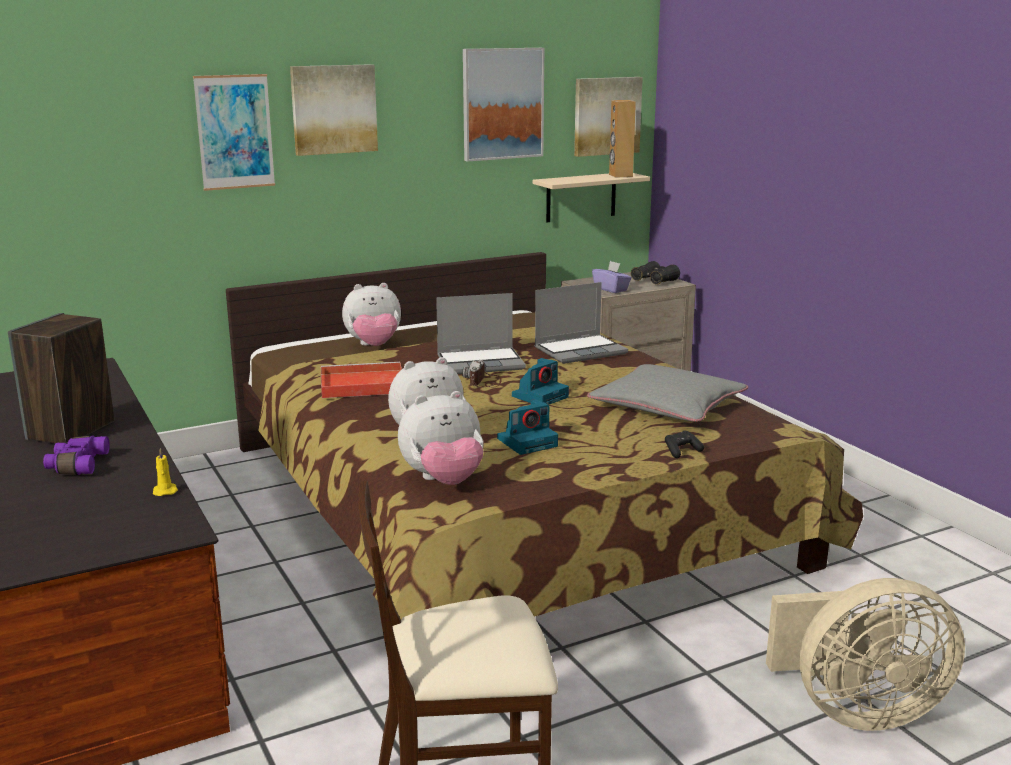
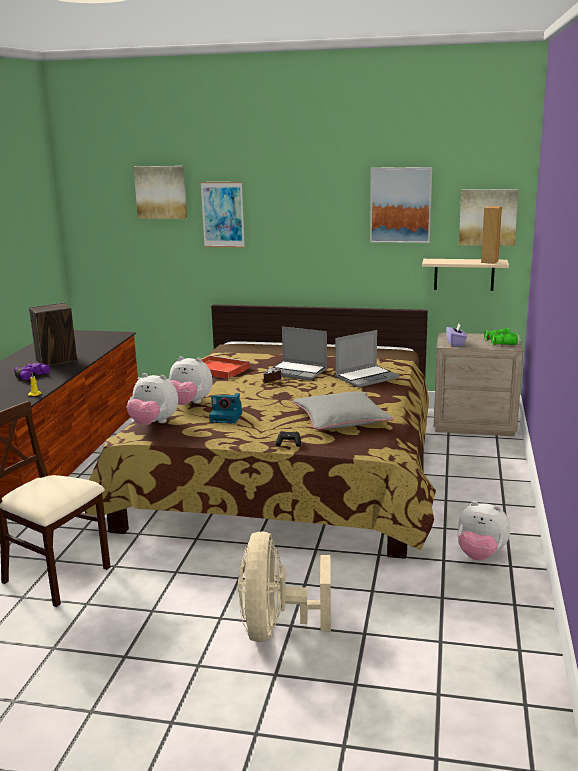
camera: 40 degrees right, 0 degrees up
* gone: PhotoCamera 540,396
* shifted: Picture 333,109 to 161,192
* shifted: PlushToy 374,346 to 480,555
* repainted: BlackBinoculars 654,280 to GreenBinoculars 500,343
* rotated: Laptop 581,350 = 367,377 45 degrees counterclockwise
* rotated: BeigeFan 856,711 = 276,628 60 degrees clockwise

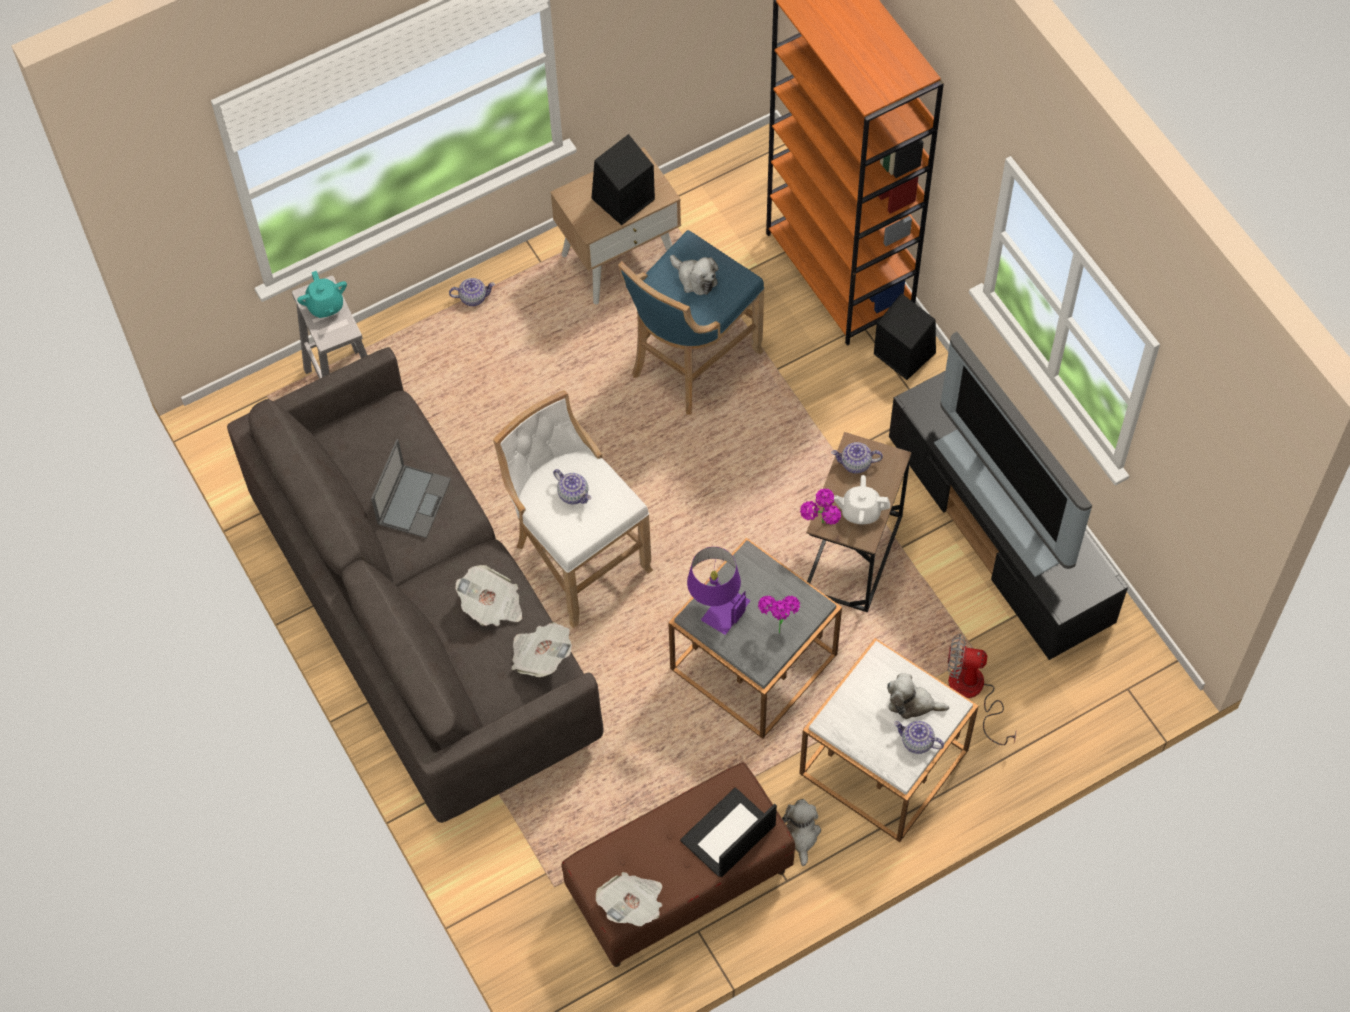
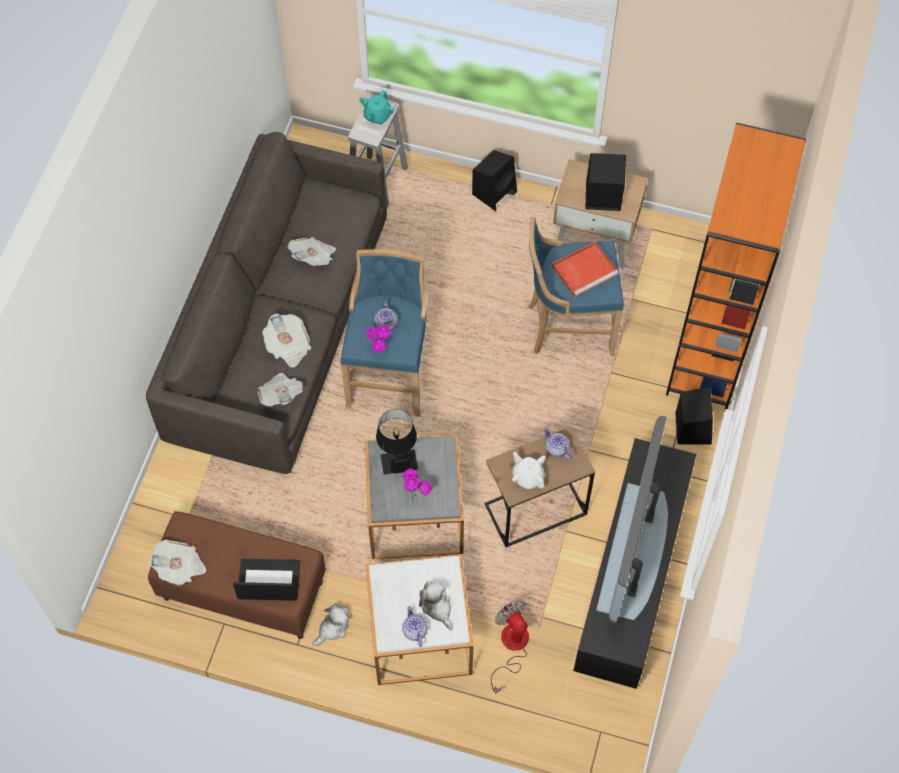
camera: 45 degrees right, 0 degrees up
* shifted: PottedPlant 821,529 to 380,354
* swapped: Laptop 414,500 to Newspaper 314,257
* swapped: Teapot 473,297 to BlackSpeaker 495,192
* swapped: PlushToy 695,278 to RedTray 585,269
* repainted: WhiteStool 577,558 to BlueStool 389,374
* repainted: PurpleTableLamp 716,605 to BlackTableLamp 397,454

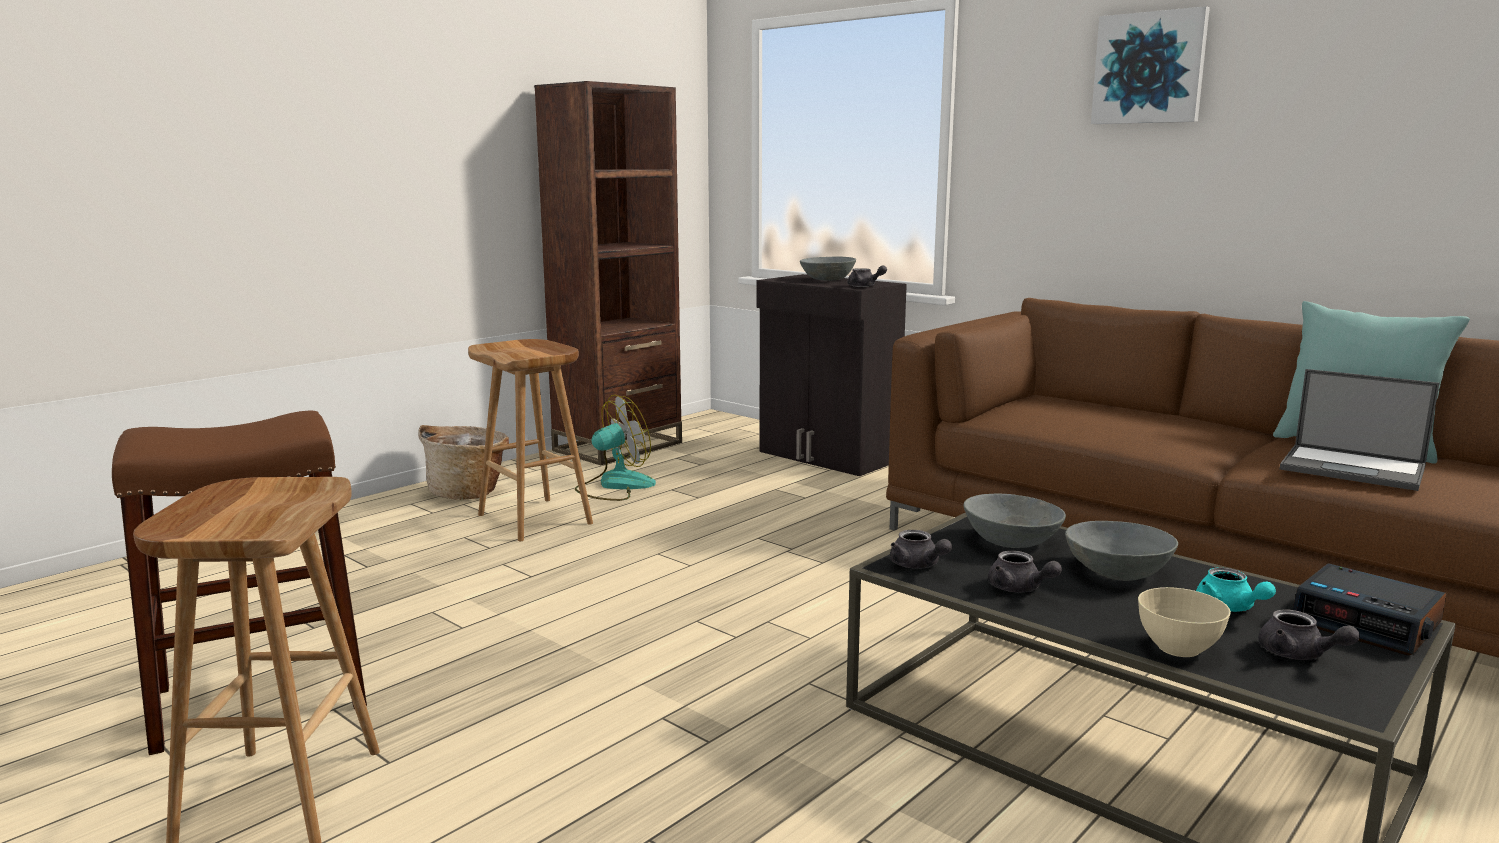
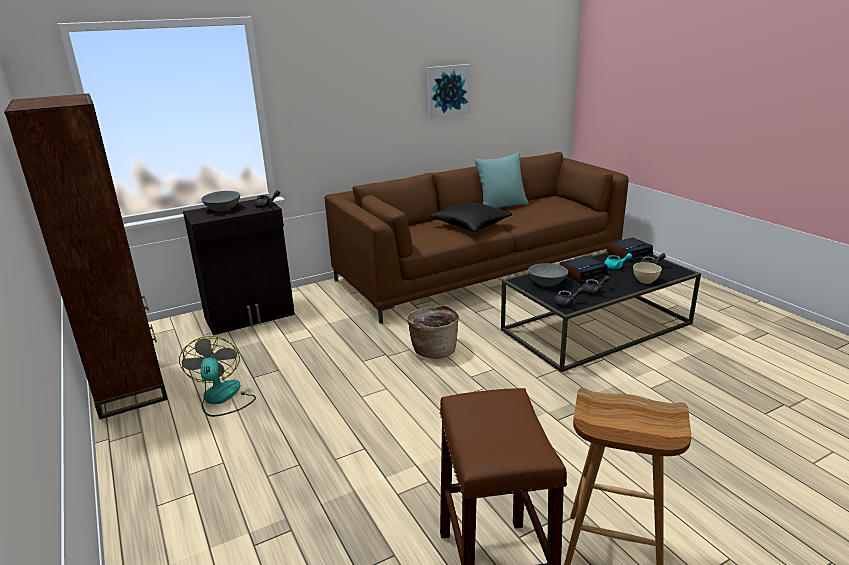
camera: 70 degrees left, 10 degrees up
* gone: BrownStool 536,519
* gone: Laptop 1354,468
* new: BlackPillow 471,226
* shifted: Basket 468,493 to 434,350
* shifted: Picture 1149,68 to 448,90
* swapped: GreyBowl 1119,572 to AlarmClock 583,273

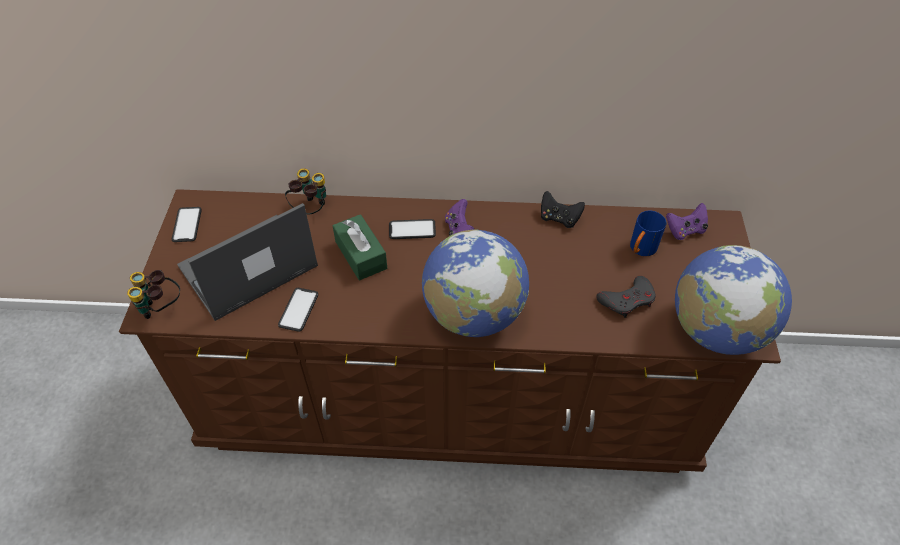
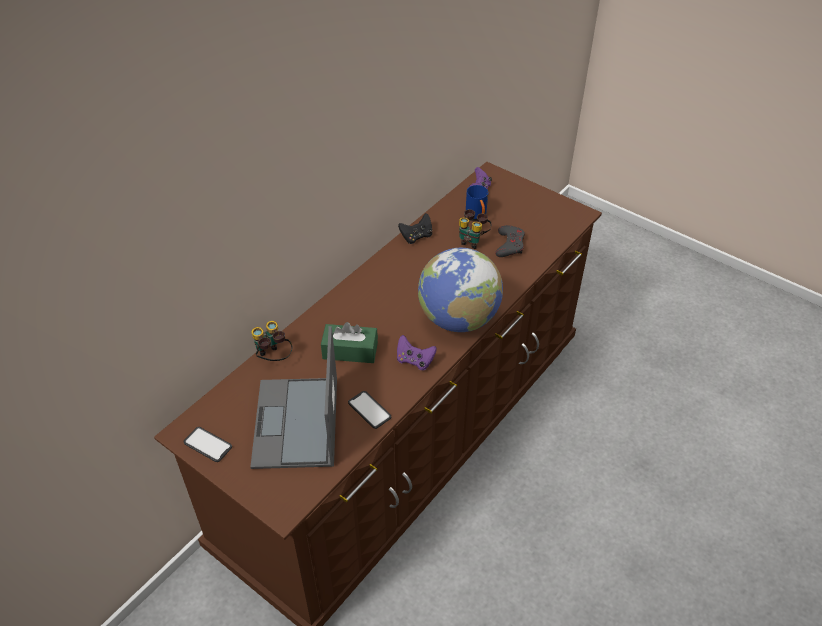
camera: 55 degrees left, 5 degrees down
* gone: Phone 412,230
* gone: Globe 716,330
* shifted: Binoculars 161,308 to 472,240
* shifted: PurpleGameController 458,230 to 414,361

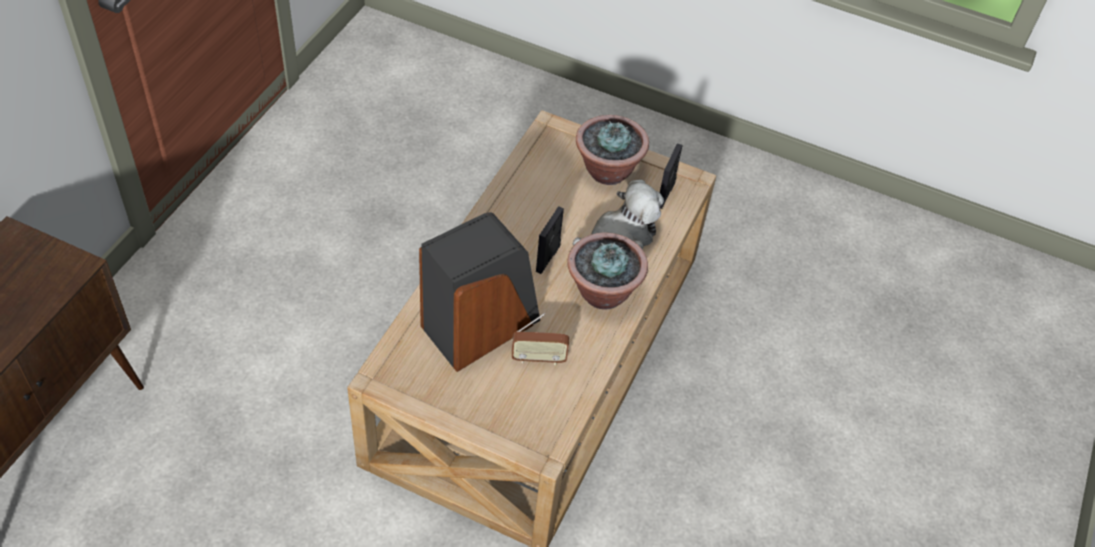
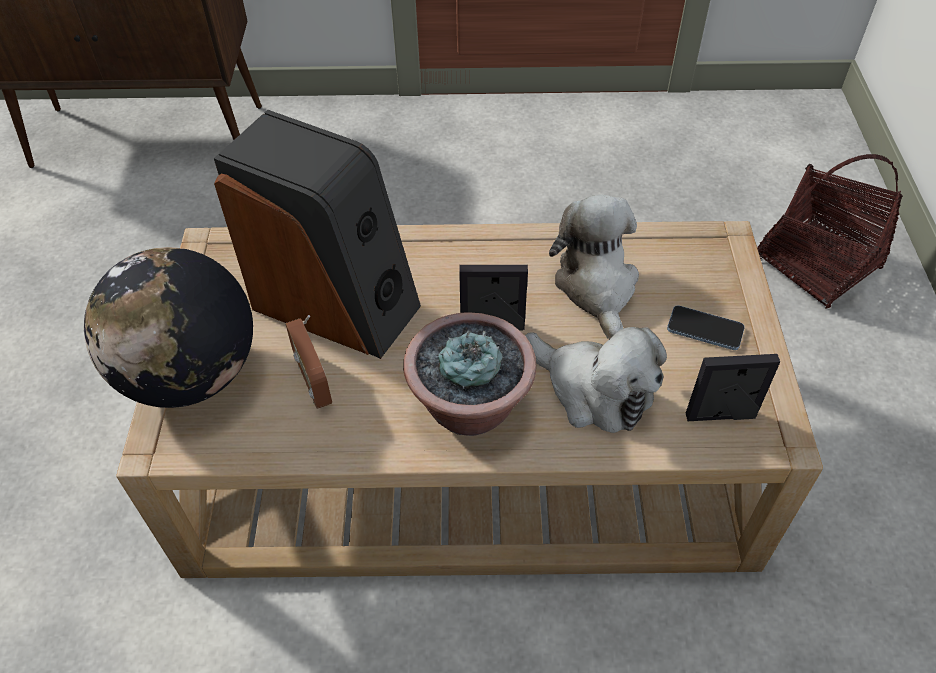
camera: 70 degrees right, 0 degrees up
* new: Globe 190,375
* new: PlushToy 597,287
* new: Basket 817,264
* swapped: PottedPlant 607,170 to Phone 705,329

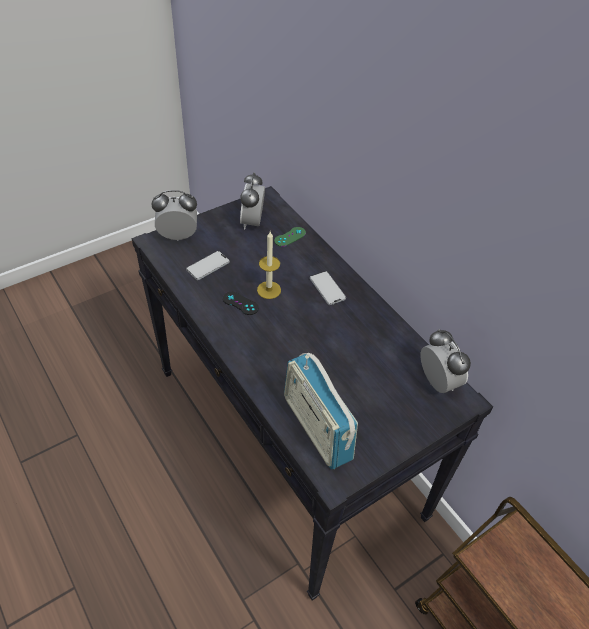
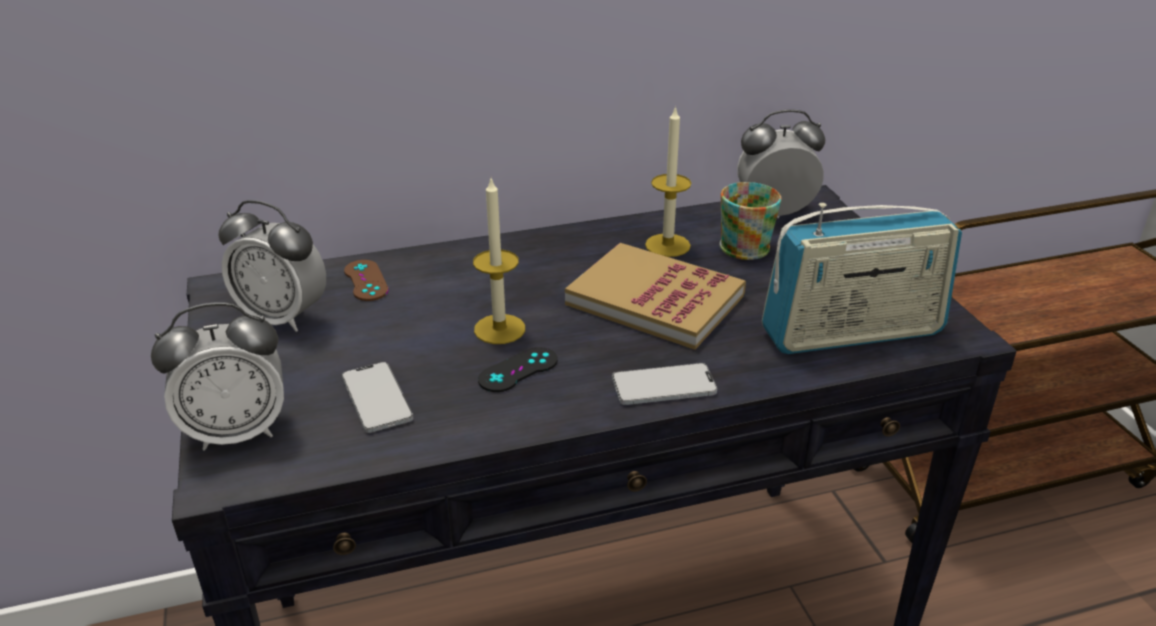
camera: 70 degrees left, 15 degrees down
* new: Book 655,300
* new: Candle 667,245
* new: Mug 741,244
* shifted: Phone 327,288 to 664,386
* repainted: GreenGameController 290,237 to BrownGameController 366,280
* rotated: AlarmClock 178,236 = 237,432 120 degrees counterclockwise

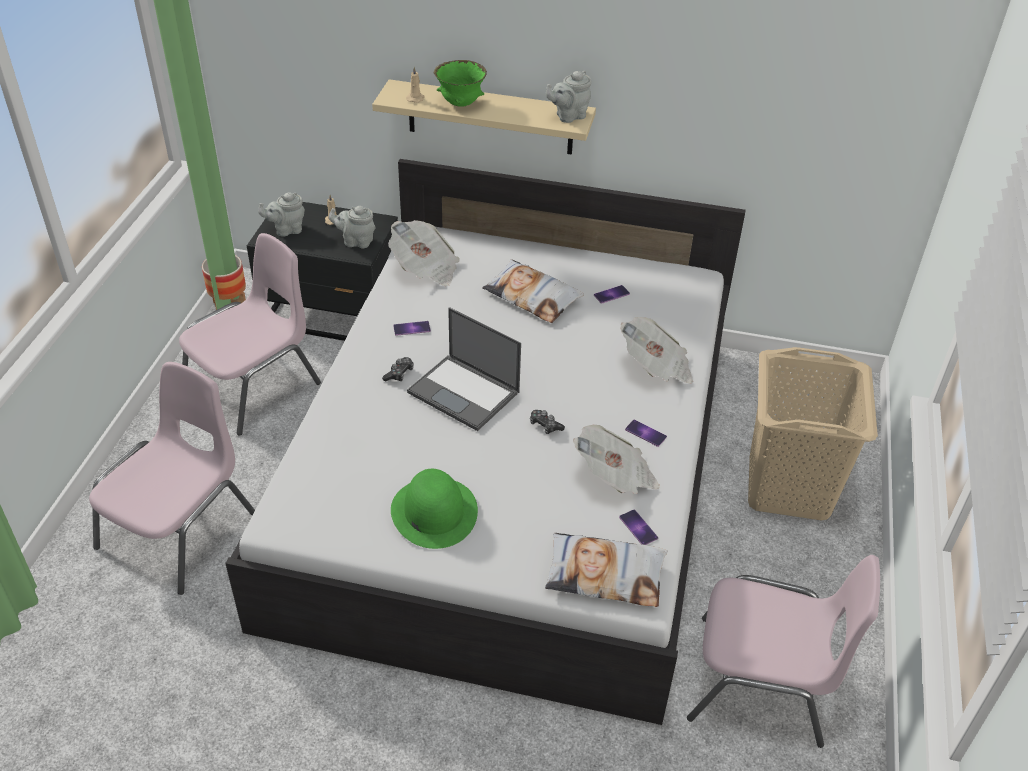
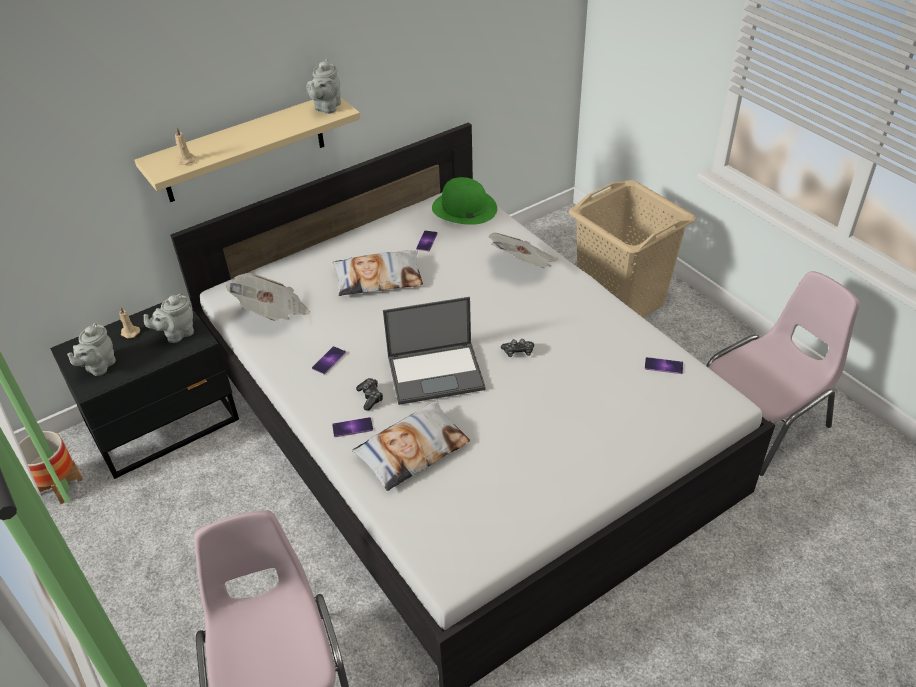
camera: 45 degrees left, 0 degrees up
* gone: PinkChair 254,385
* gone: GreenBowl 460,103
* gone: Newspaper 615,477
* shifted: GreenHat 434,511 to 464,208
* shifted: Pillow 605,574 to 412,450
* shifted: Phone 645,433 to 352,427

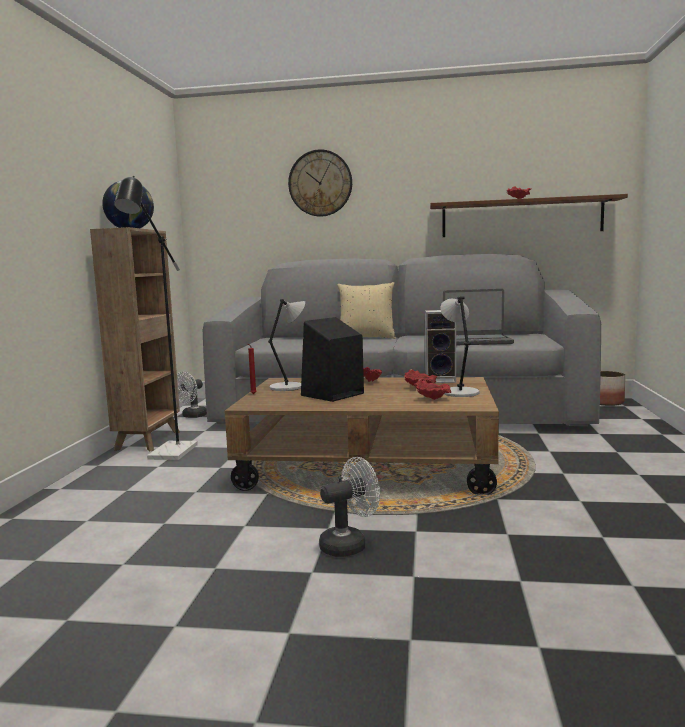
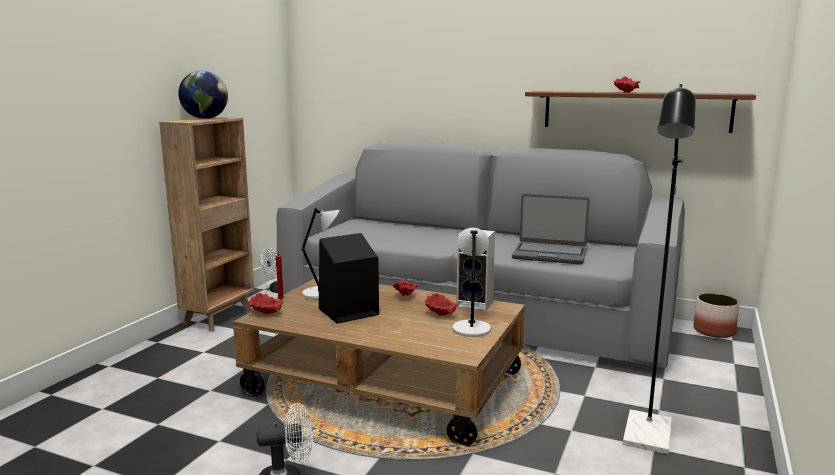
camera: 15 degrees right, 5 degrees up
* gone: WallClock 320,183
* gone: BeigePillow 366,338
* shifted: BlackFloorLamp 169,455 to 647,440
* shifted: RedBowl 432,399 to 266,314

